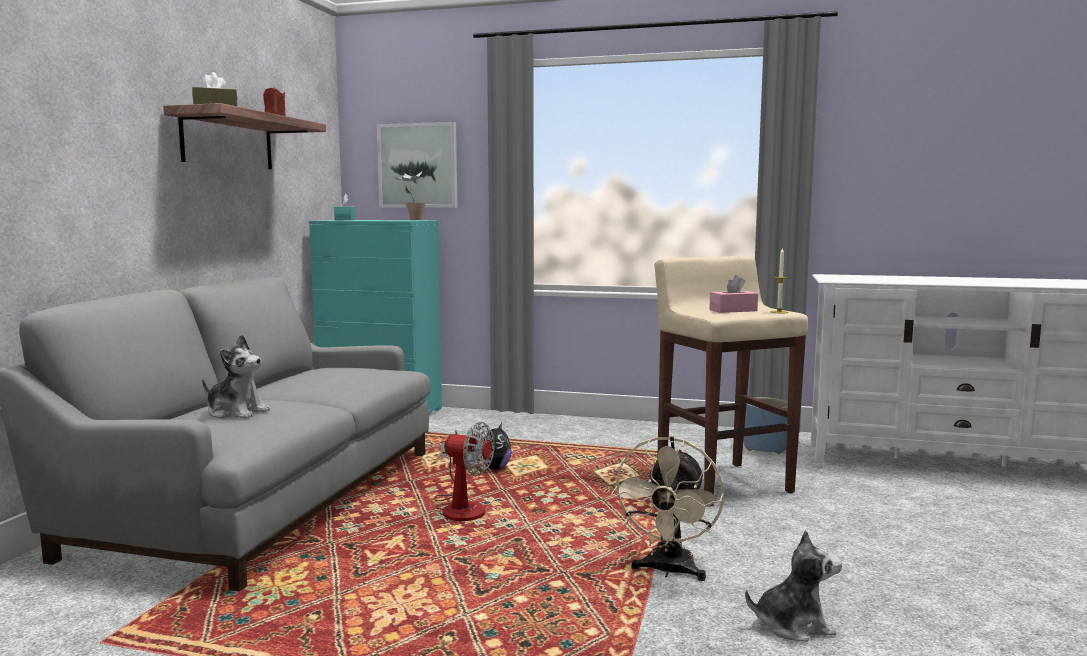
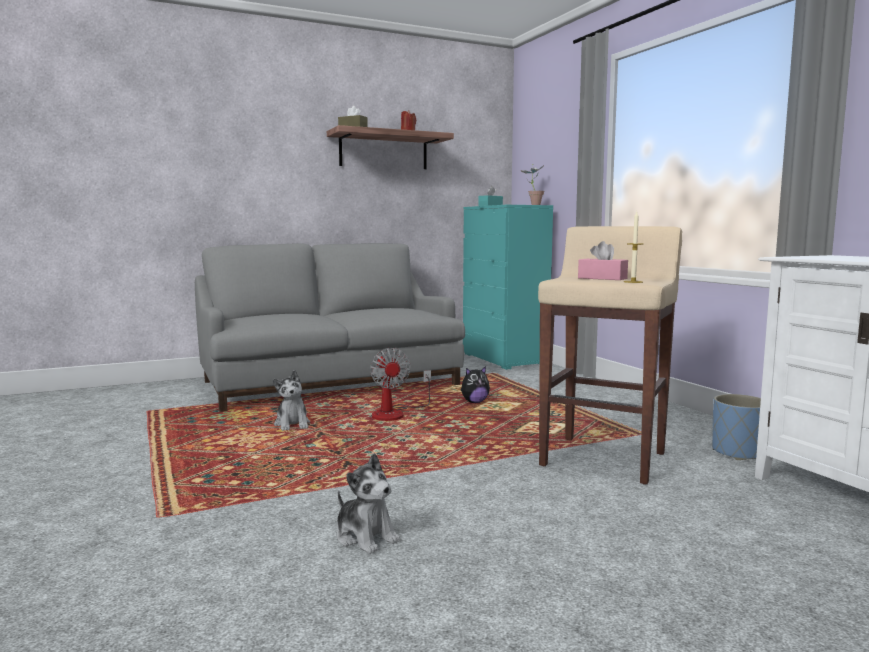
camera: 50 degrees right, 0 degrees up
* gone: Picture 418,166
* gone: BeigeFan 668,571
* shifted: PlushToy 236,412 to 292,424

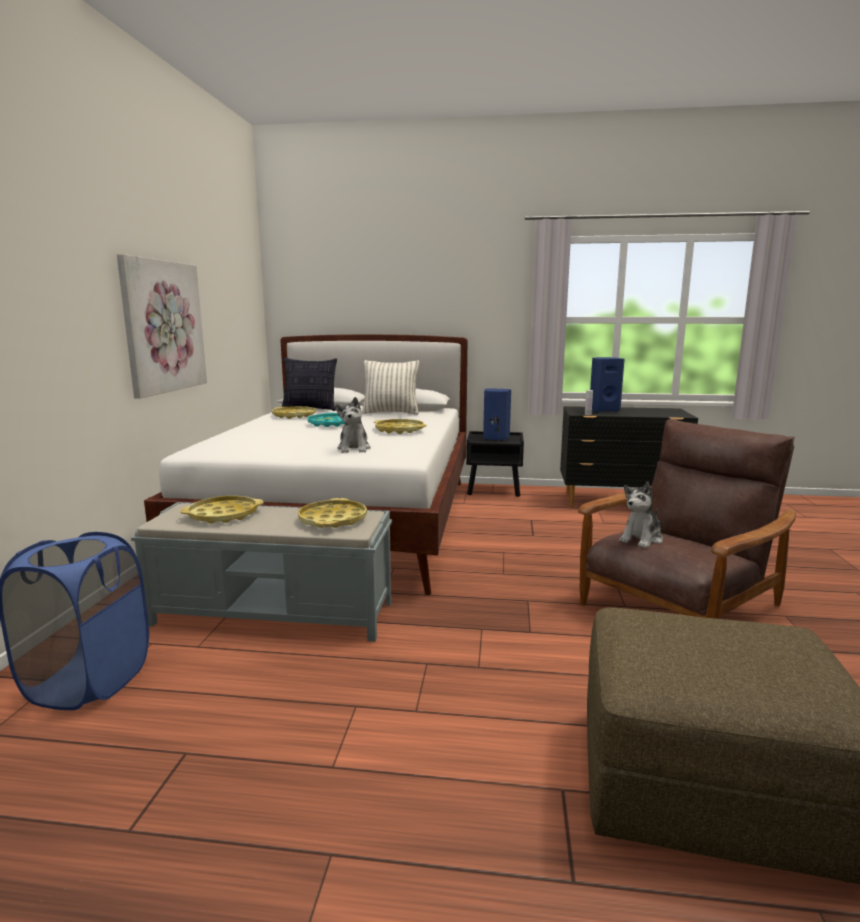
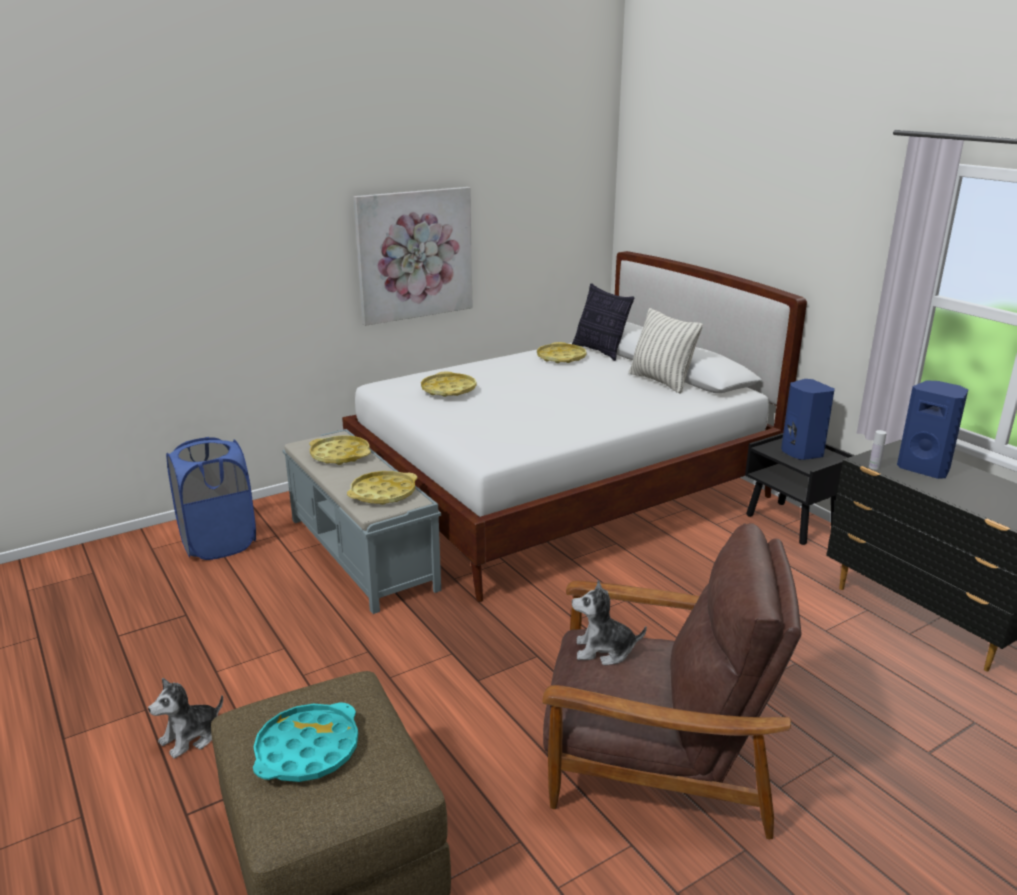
camera: 50 degrees right, 10 degrees up
* shifted: TurquoiseTray 331,424 to 307,750
* shifted: PlushToy 354,448 to 191,737
* shifted: YellowTray 399,430 to 448,390

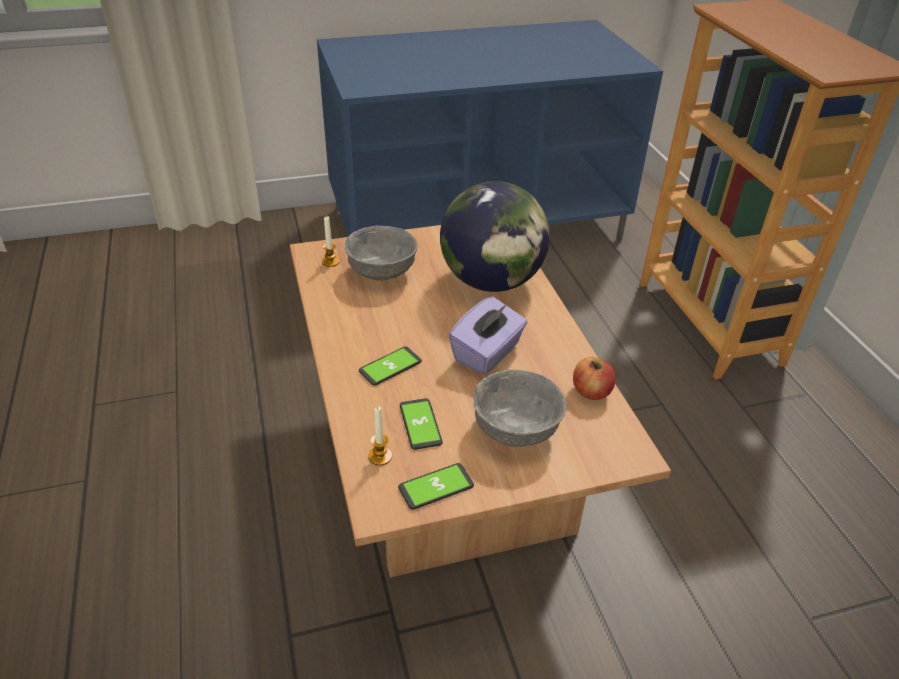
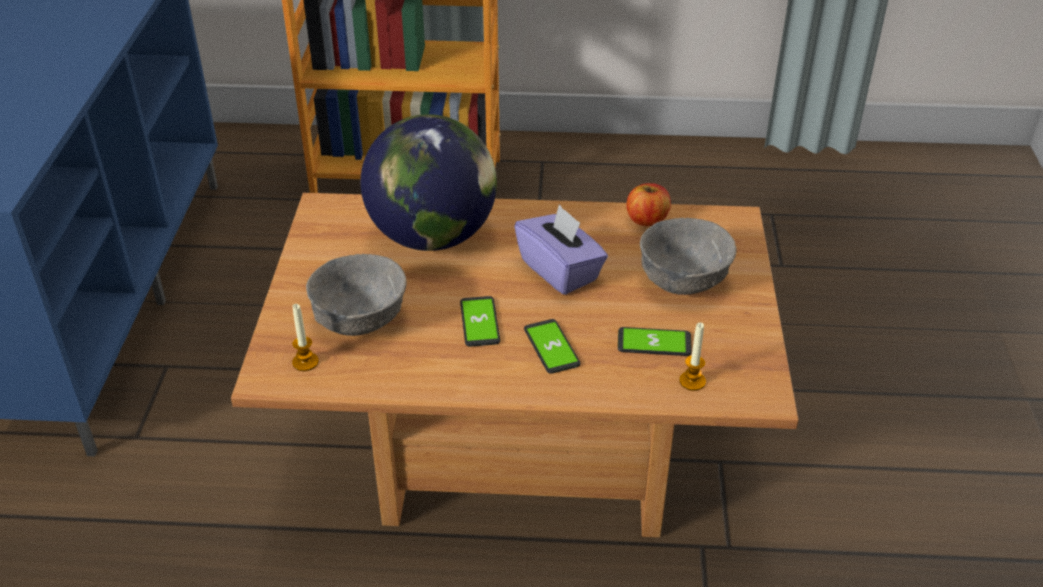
camera: 70 degrees left, 0 degrees up
* shifted: Phone 436,487 to 479,322

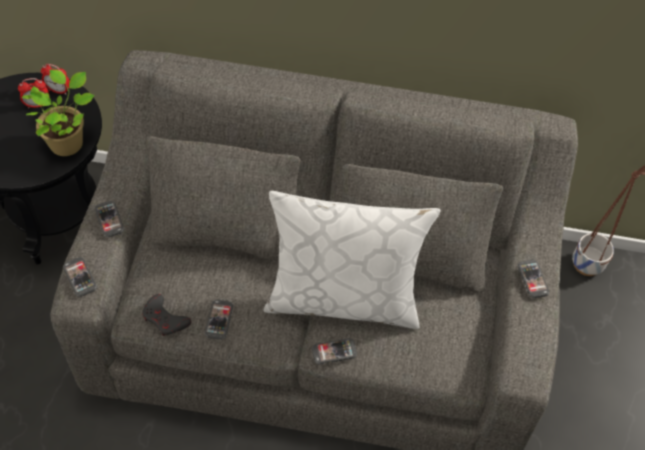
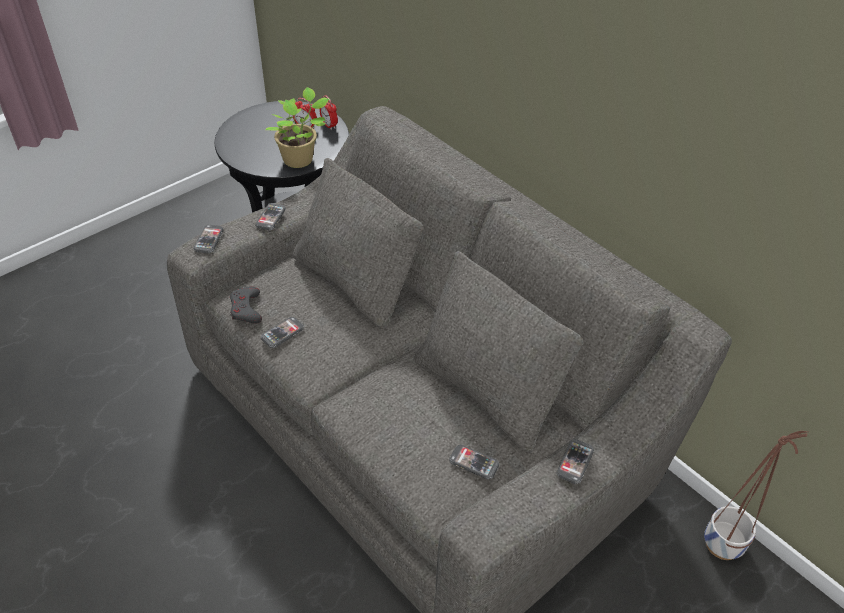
camera: 40 degrees right, 10 degrees down
* gone: WhitePillow 343,298
* shifted: Phone 334,352 to 474,463

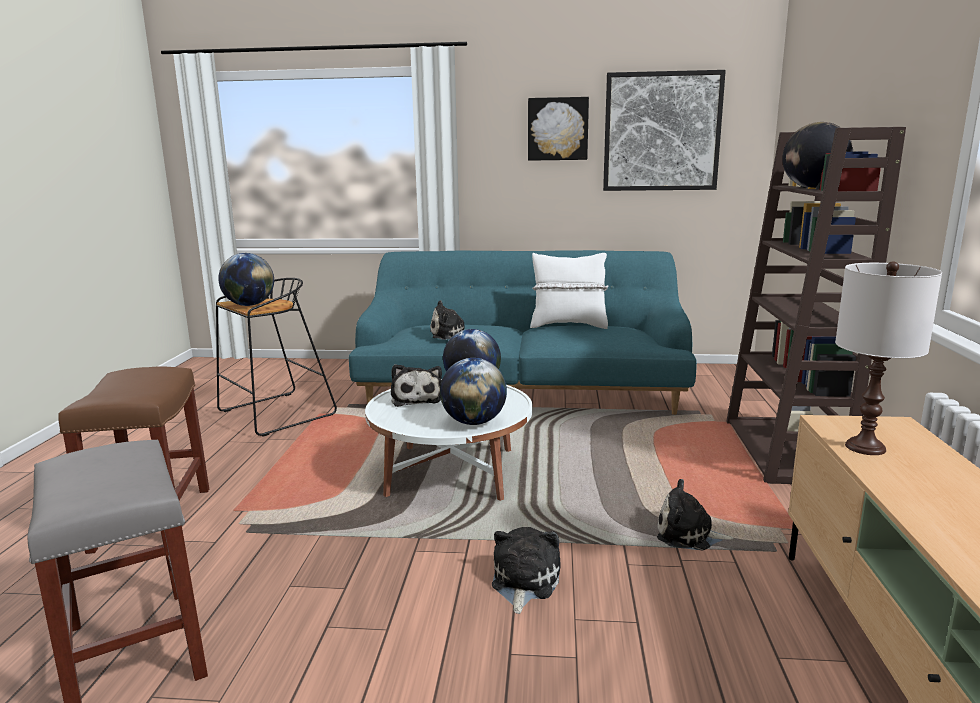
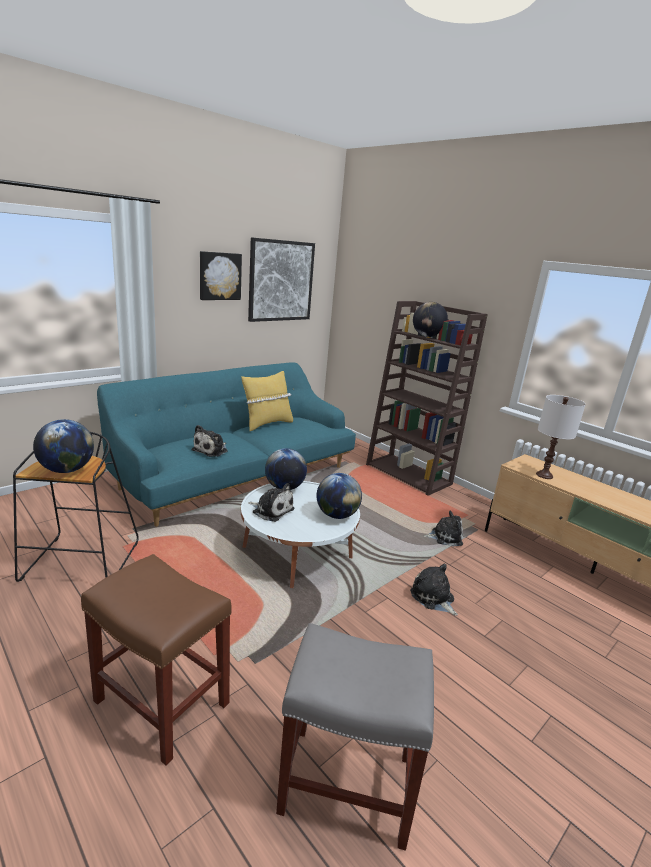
camera: 50 degrees left, 5 degrees up
* repainted: WhitePillow 568,325 to YellowPillow 267,424
* rotated: PlushToy 689,535 = 444,537 150 degrees counterclockwise

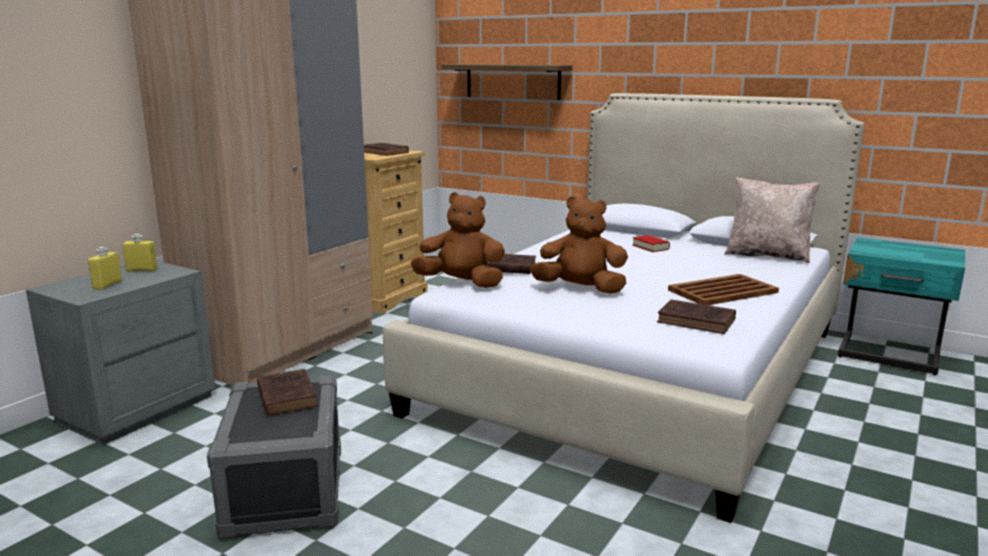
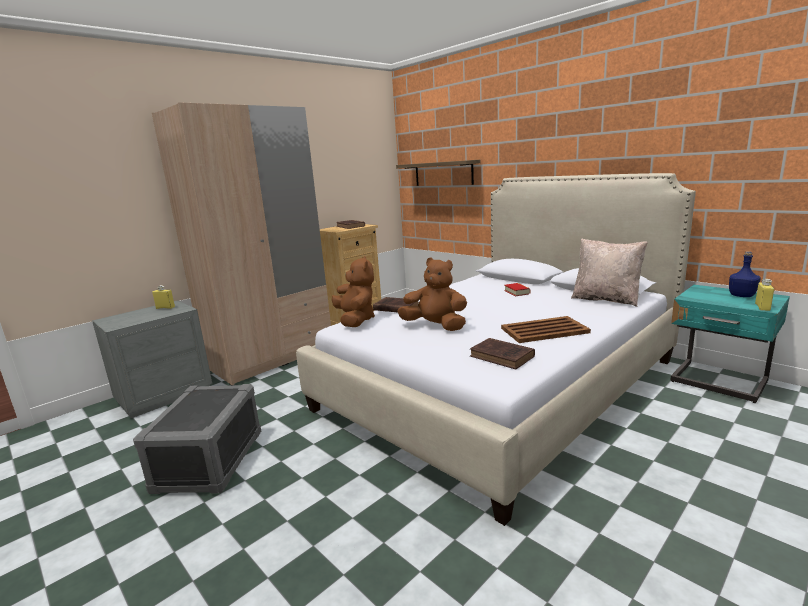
camera: 15 degrees right, 0 degrees up
* gone: BrownBook 286,395
* new: BlueBottle 742,295
* shifted: YellowBottle 107,285 to 762,307
* rotated: BrownPlushToy 461,284 = 355,320 45 degrees clockwise

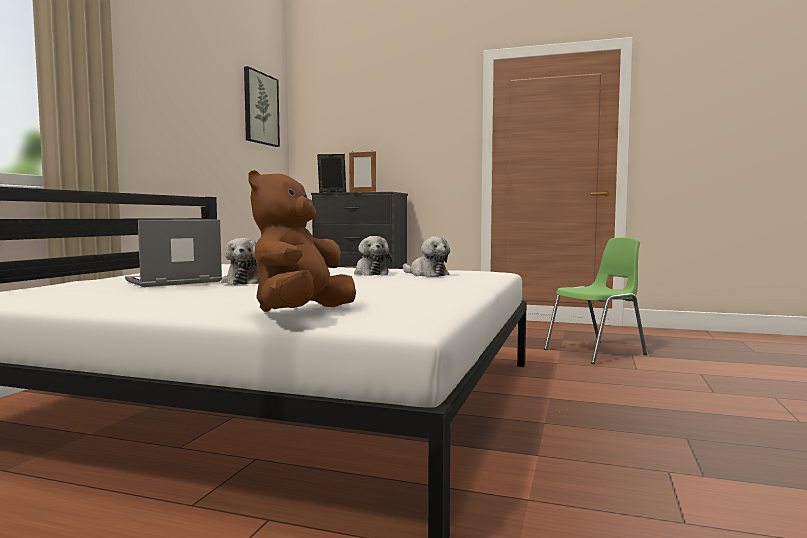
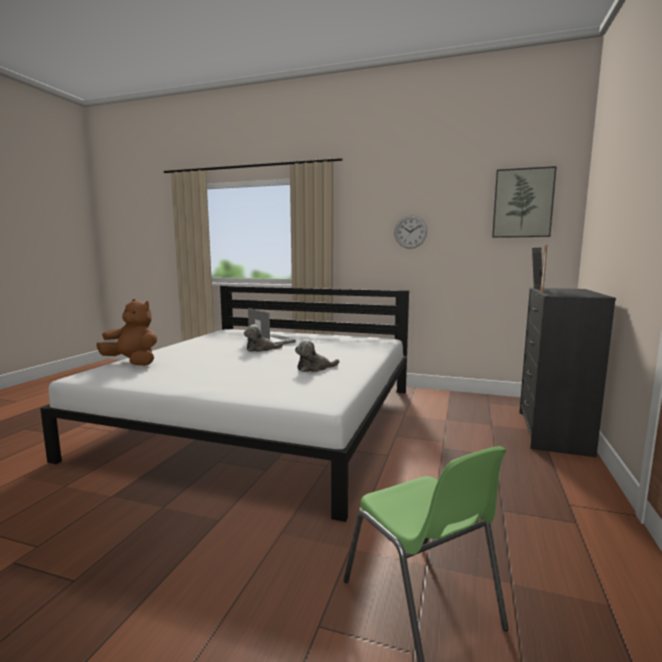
camera: 90 degrees right, 5 degrees up
* gone: PlushToy 426,274
* new: WallClock 410,232

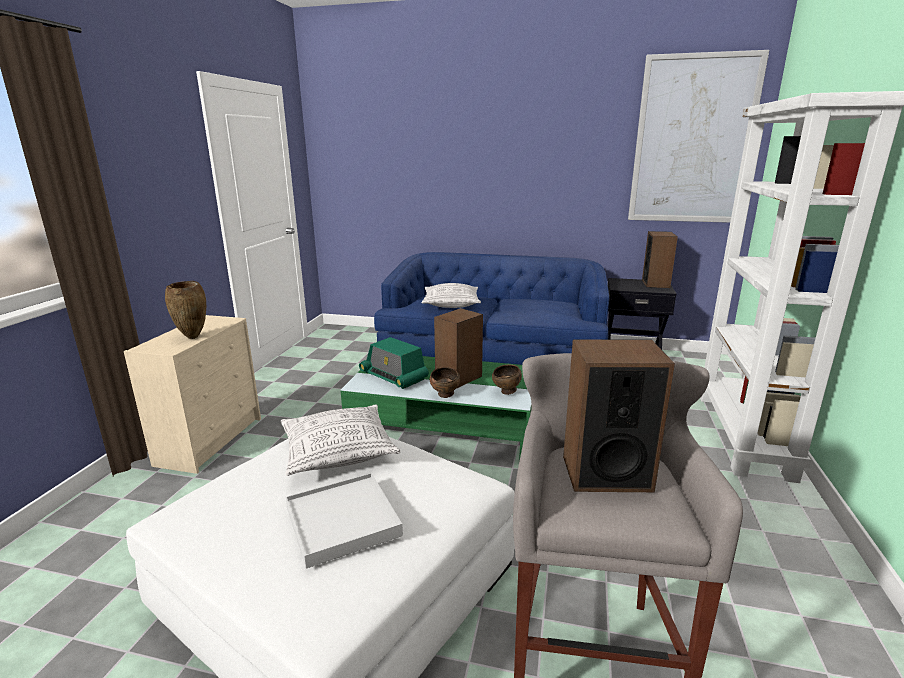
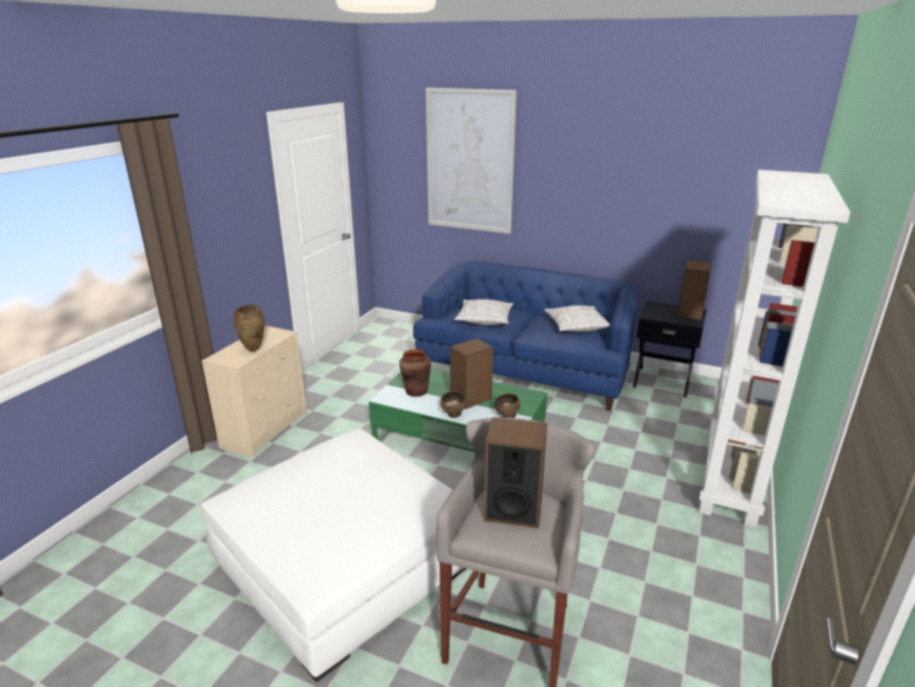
camera: 10 degrees right, 5 degrees up
* gone: WhiteTray 343,521
* shifted: Pillow 339,452 to 577,327
* shifted: Picture 692,141 to 470,161
* swapped: Radio 394,376 to BrownVase 416,391

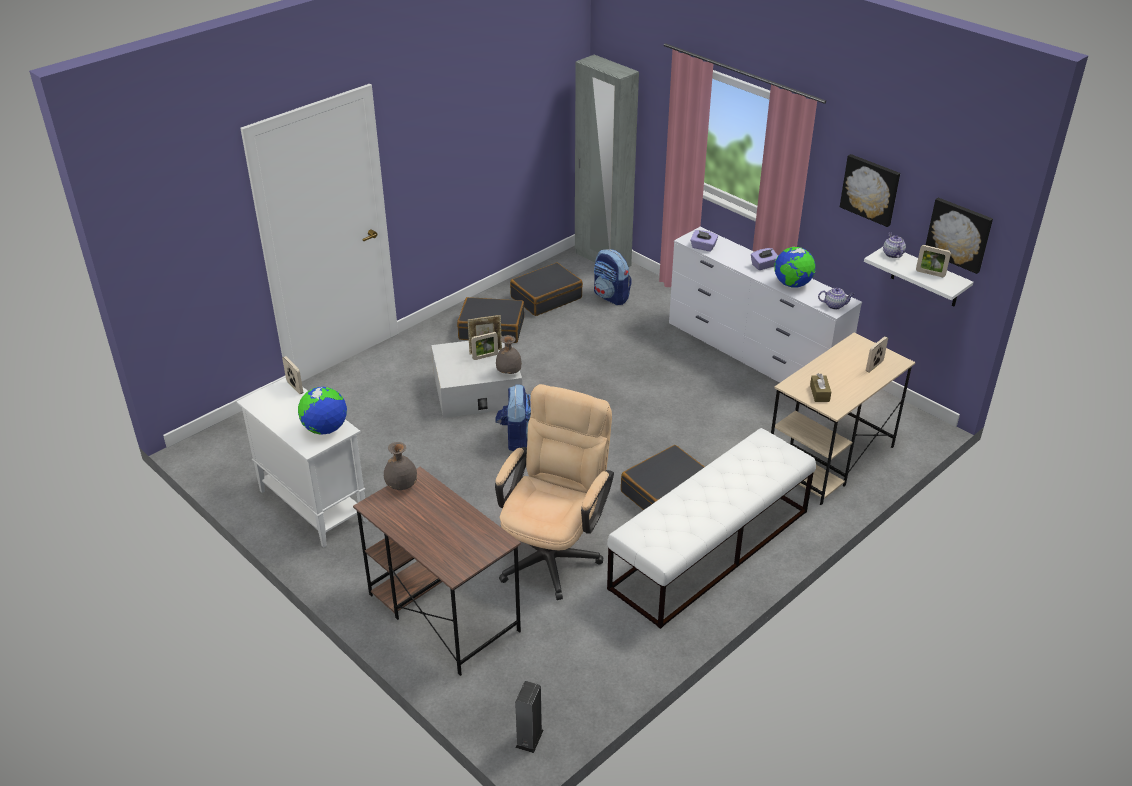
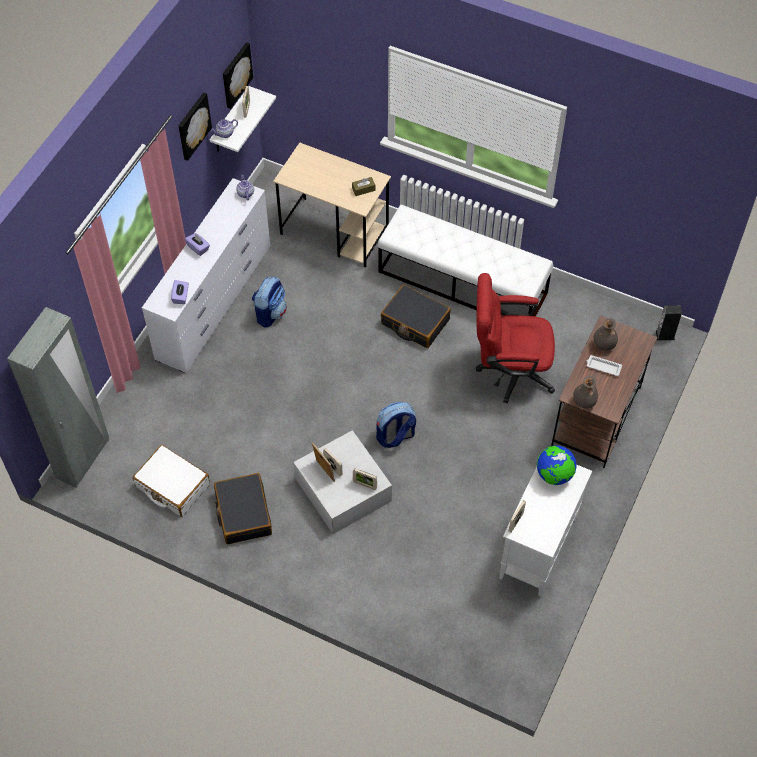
camera: 110 degrees left, 20 degrees up
* gone: Globe 792,284
* new: WhiteTray 603,367
* shifted: GreyVase 508,372 to 604,345
* shifted: Backpack 611,296 to 270,313
* shifted: PictureFrame 874,366 to 365,485
* repainted: BeigeOfficeChair 554,552 to RedOfficeChair 509,371
* repainted: BlackSuitcase 546,297 to WhiteSuitcase 172,486

